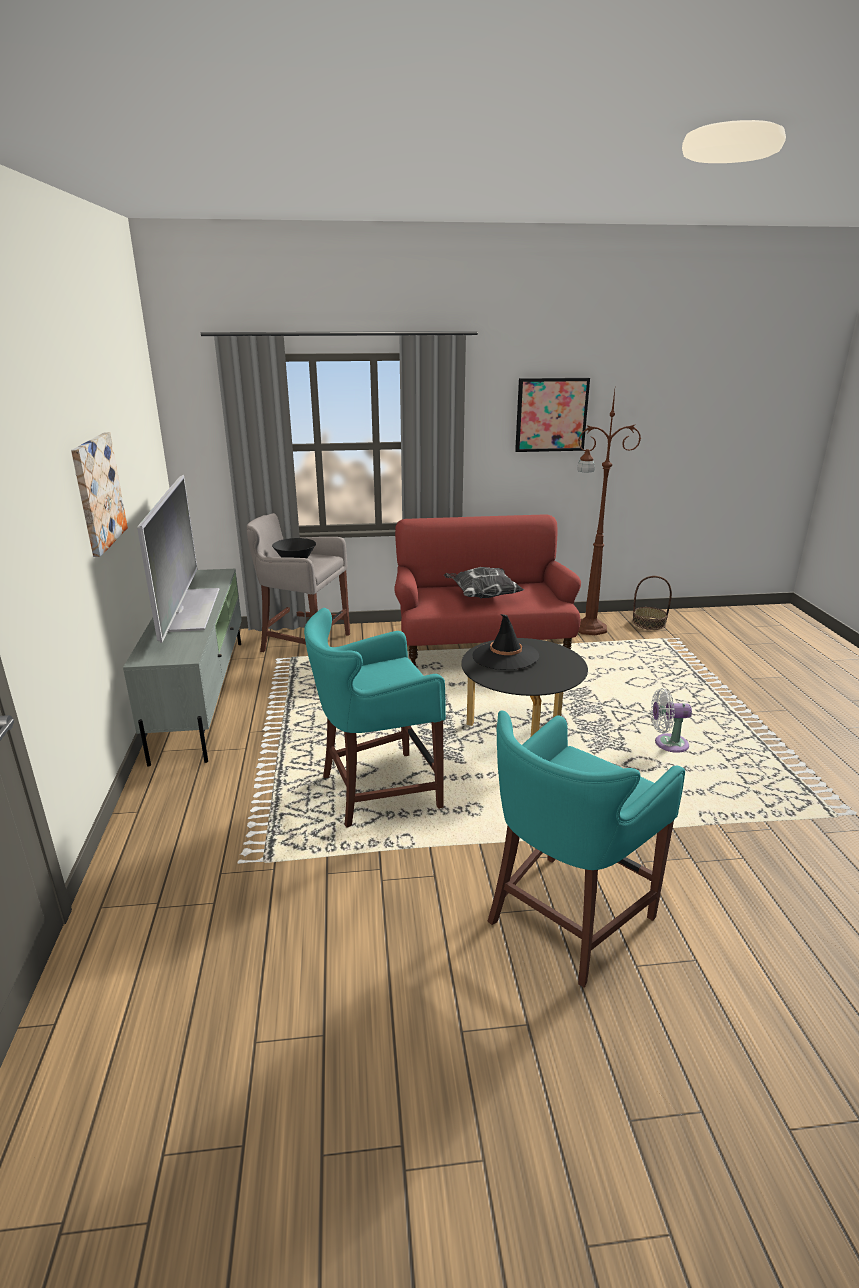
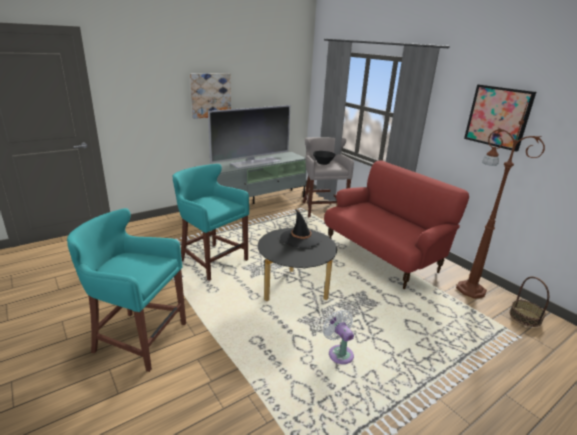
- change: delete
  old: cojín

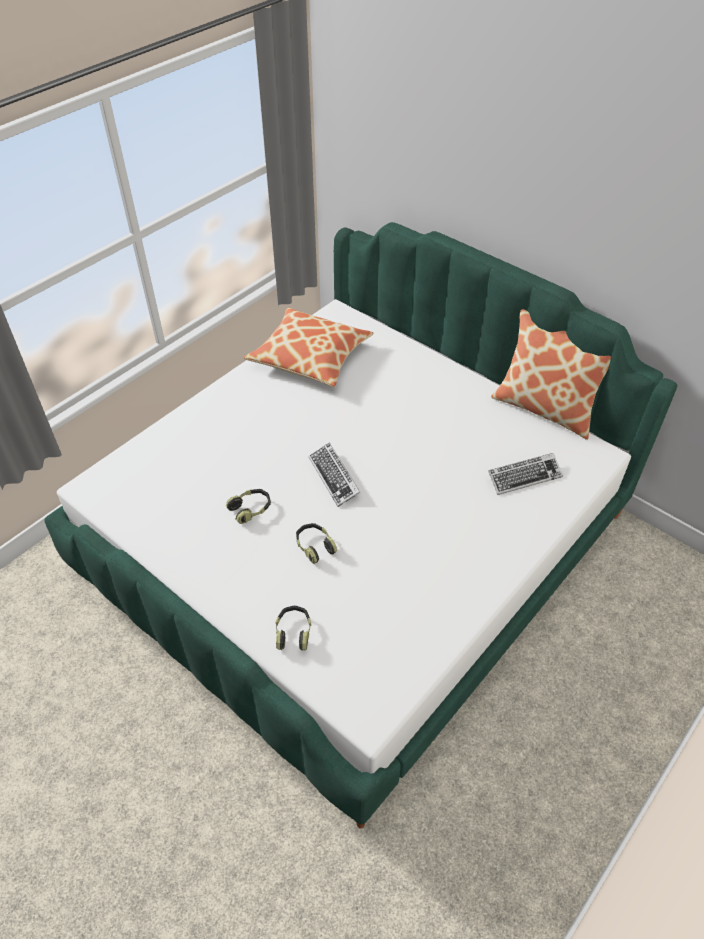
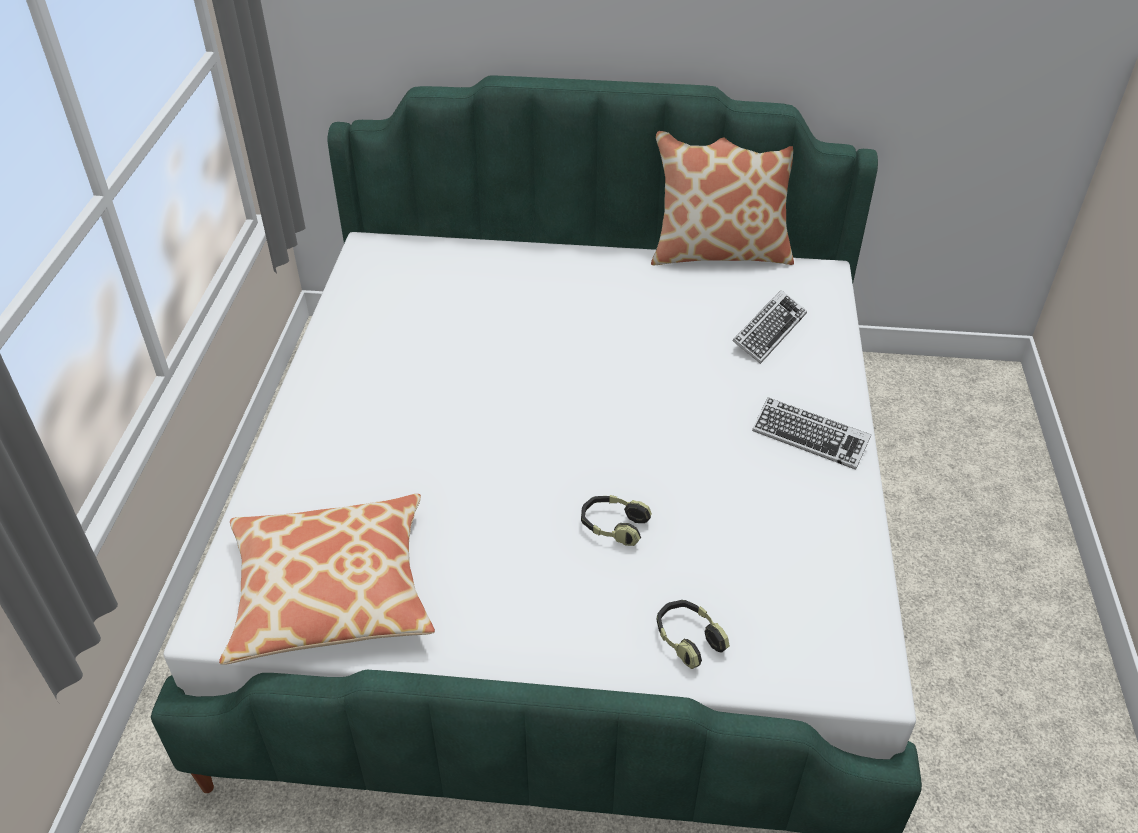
- change: delete
  old: auriculares (1st from left)
- change: move
  old: cojín (1st from left)
- change: move
  old: teclado (1st from left in the first image)
  new: teclado (2nd from left)

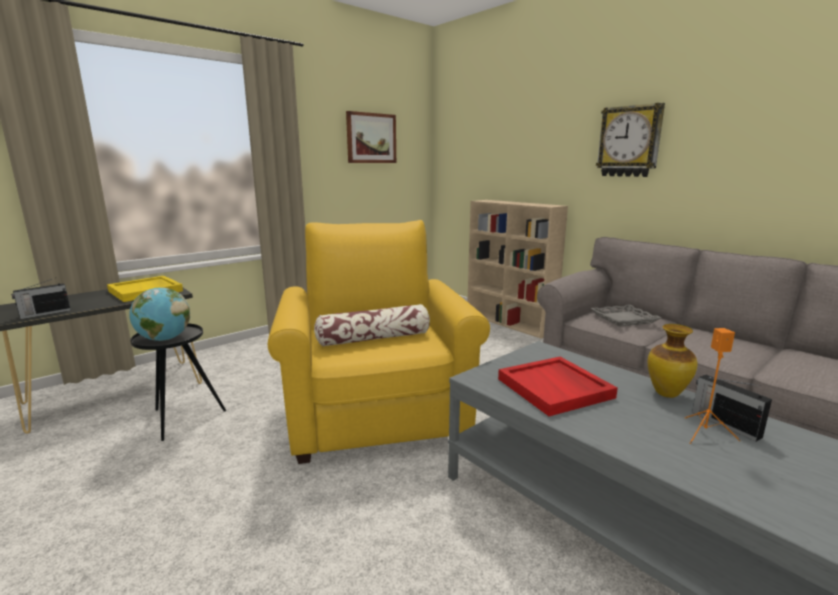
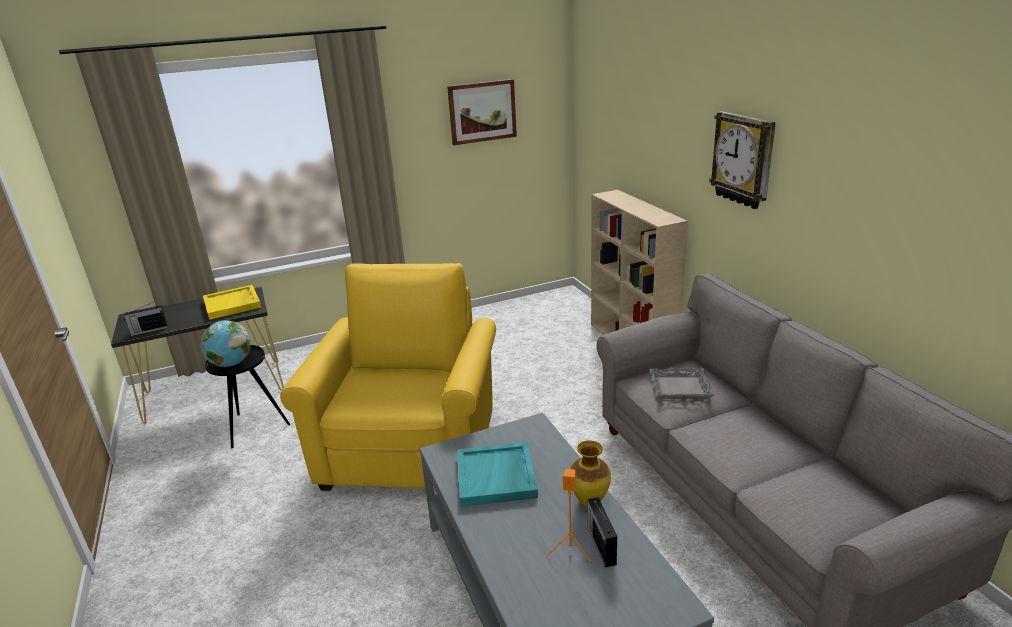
- change: delete
  old: cojín
- change: recolor
  old: bandeja [rojo]
  new: bandeja [turquesa]

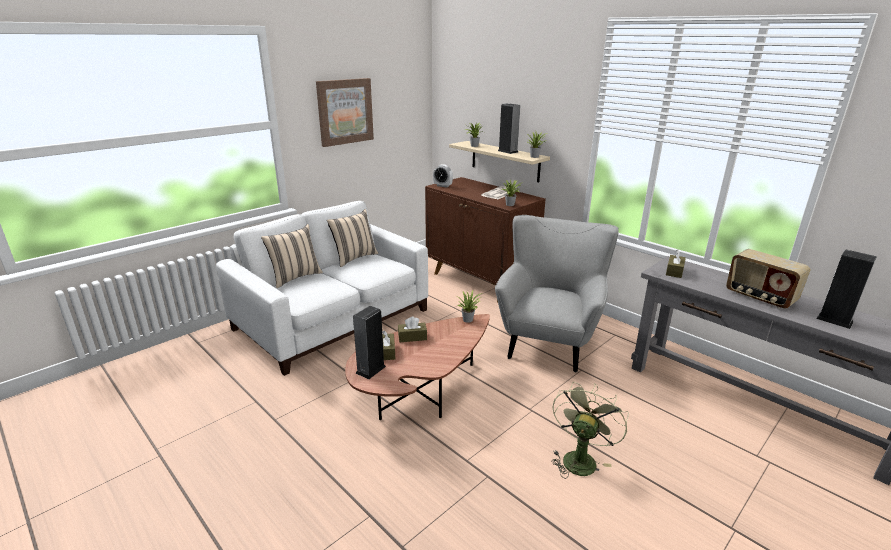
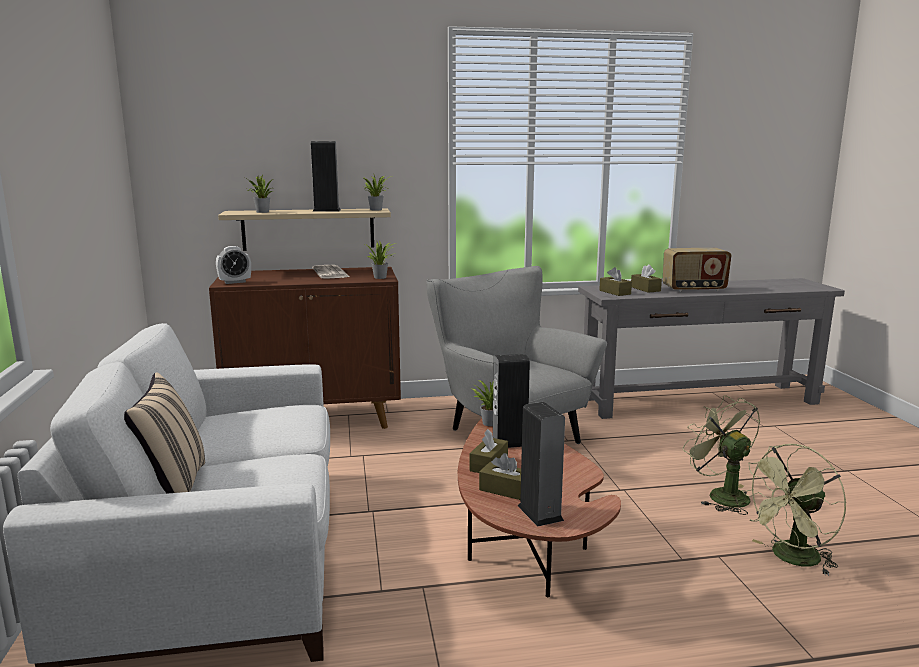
- change: delete
  old: cuadro
- change: delete
  old: cojín [beis] (2nd from left)
- change: insert
  new: caja de pañuelos [marrón] (4th from left)
- change: insert
  new: ventilador [verde] (2nd from left)
- change: move
  old: altavoz (3rd from left in the first image)
  new: altavoz (2nd from left)

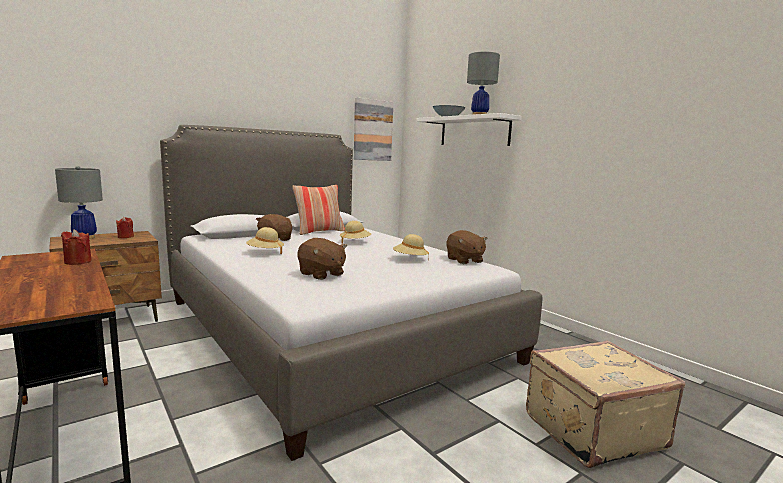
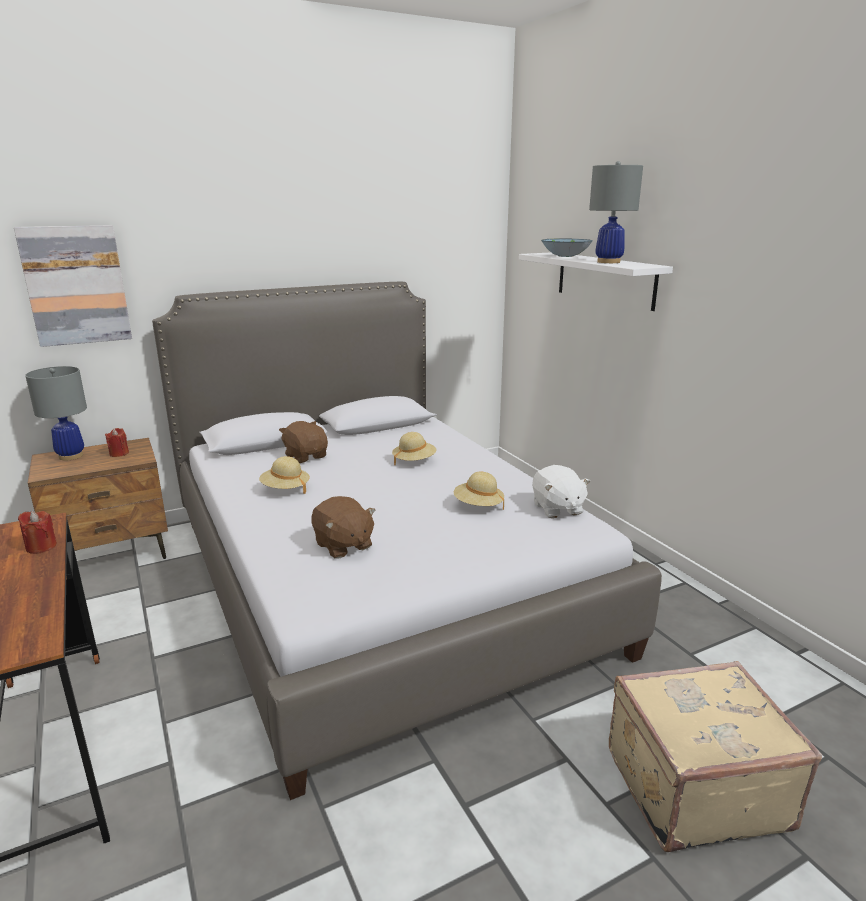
- change: delete
  old: cojín
- change: move
  old: cuadro
- change: recolor
  old: peluche [marrón] (3rd from left)
  new: peluche [blanco]

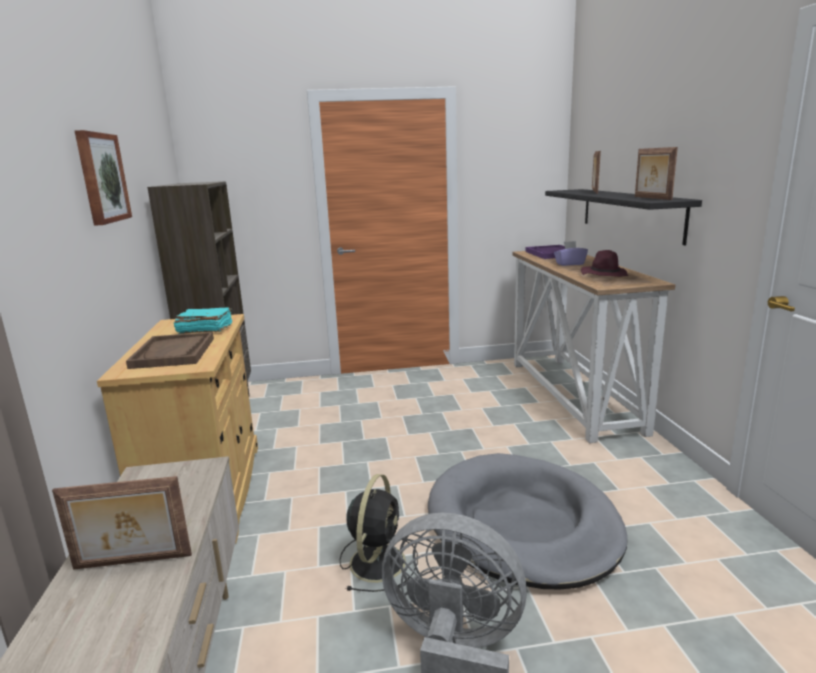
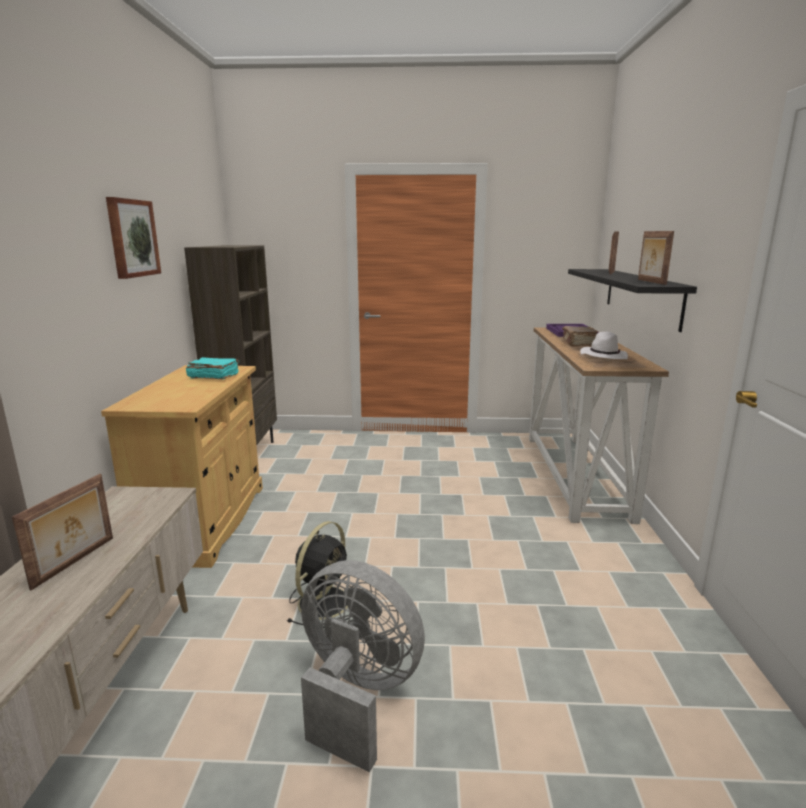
- change: delete
  old: bandeja [marrón]
- change: delete
  old: cama para perro [gris]
- change: replace
  old: caja de pañuelos [morado]
  new: libro [marrón]
- change: recolor
  old: sombrero [morado]
  new: sombrero [blanco]
- change: rotate
  old: portarretratos (1st from left)
  degrees: -75

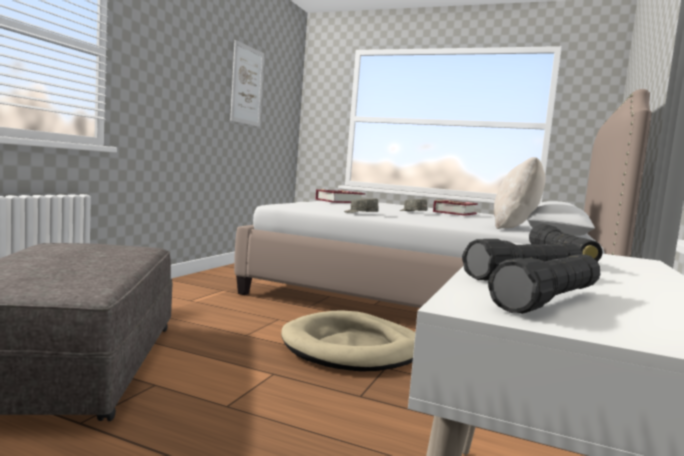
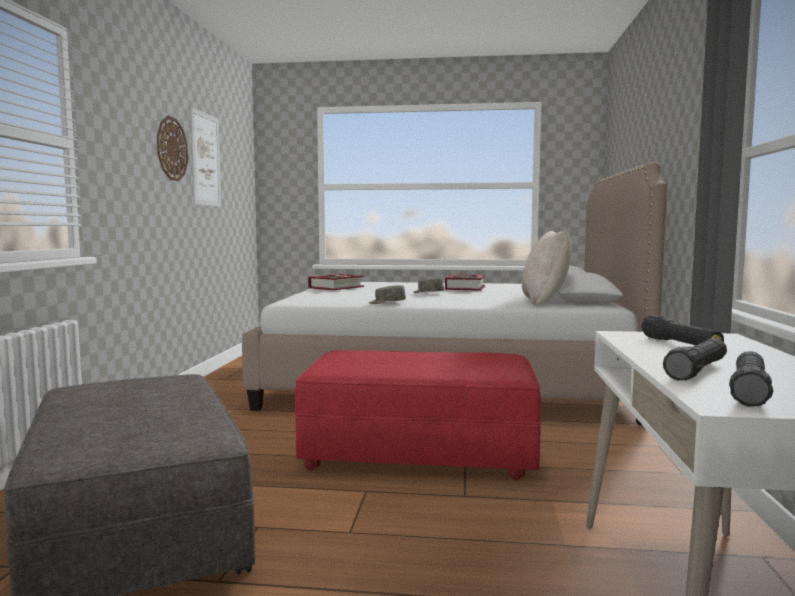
- change: insert
  new: reloj de pared
- change: replace
  old: cama para perro [beis]
  new: puf [rojo]

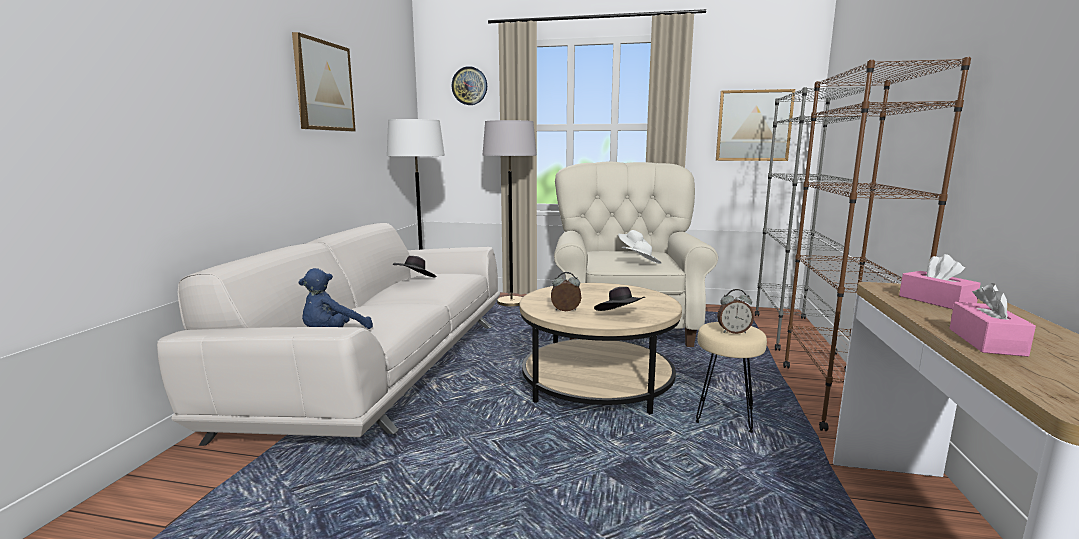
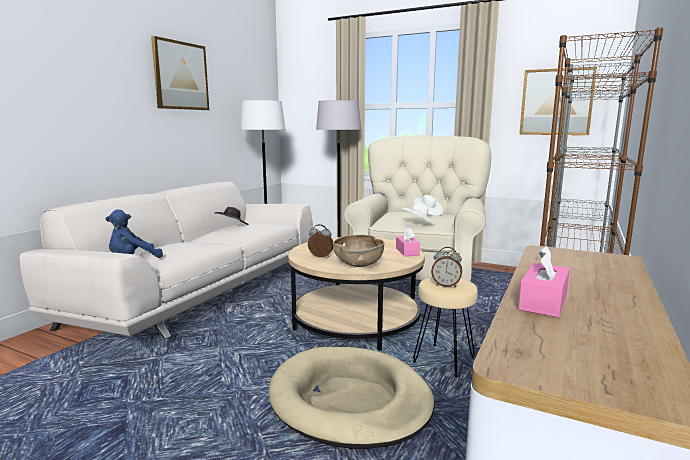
- change: delete
  old: reloj de pared
- change: insert
  new: cama para perro [beis]
- change: move
  old: caja de pañuelos [rosa] (1st from left)
- change: replace
  old: sombrero [negro] (2nd from left)
  new: cuenco [marrón]

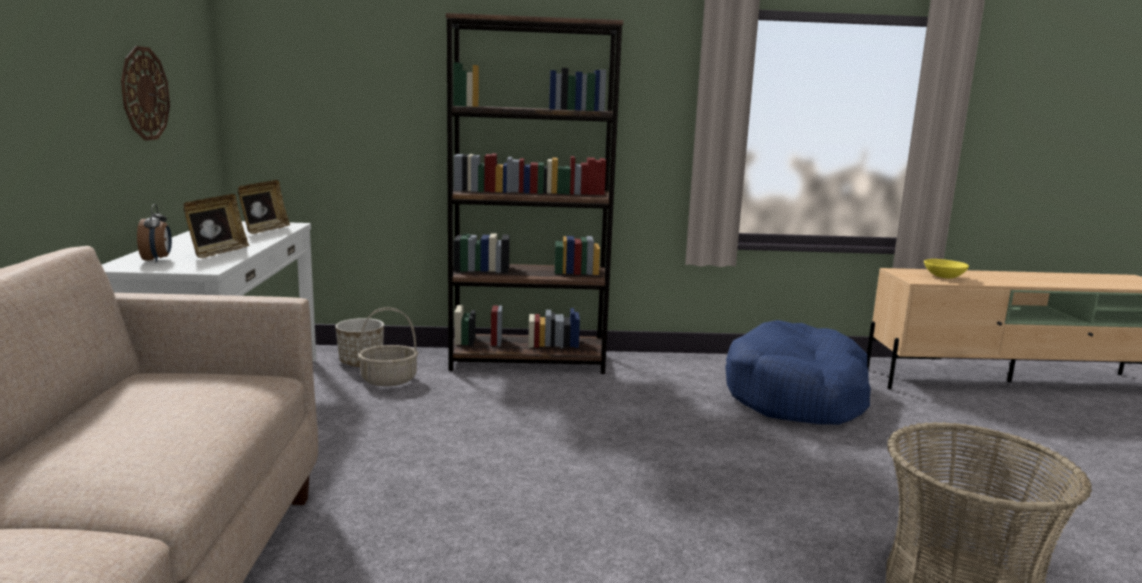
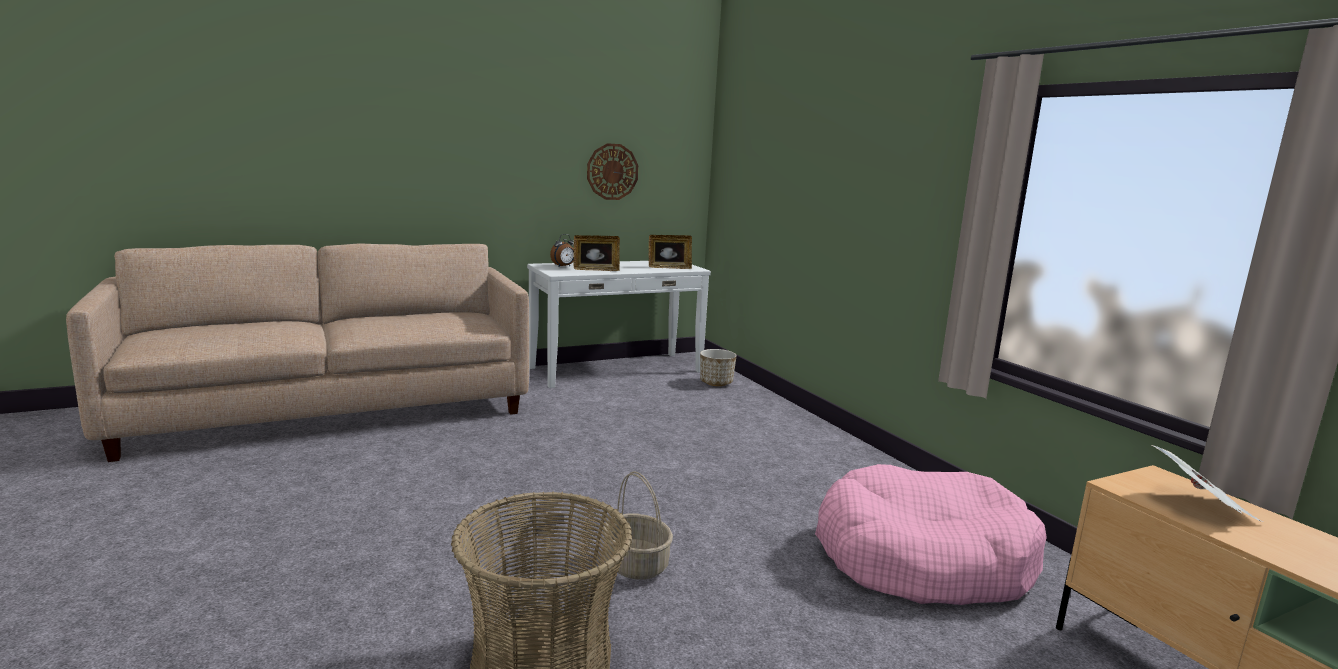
- change: delete
  old: estantería [marrón]
- change: move
  old: cesta (1st from left in the first image)
  new: cesta (2nd from left)
- change: replace
  old: cuenco [amarillo]
  new: periódico
- change: recolor
  old: cama para perro [azul]
  new: cama para perro [rosa]

